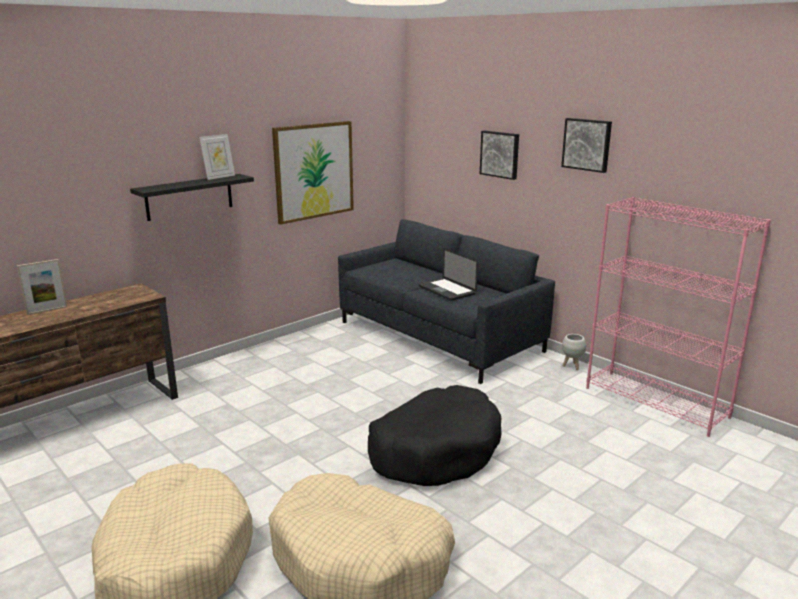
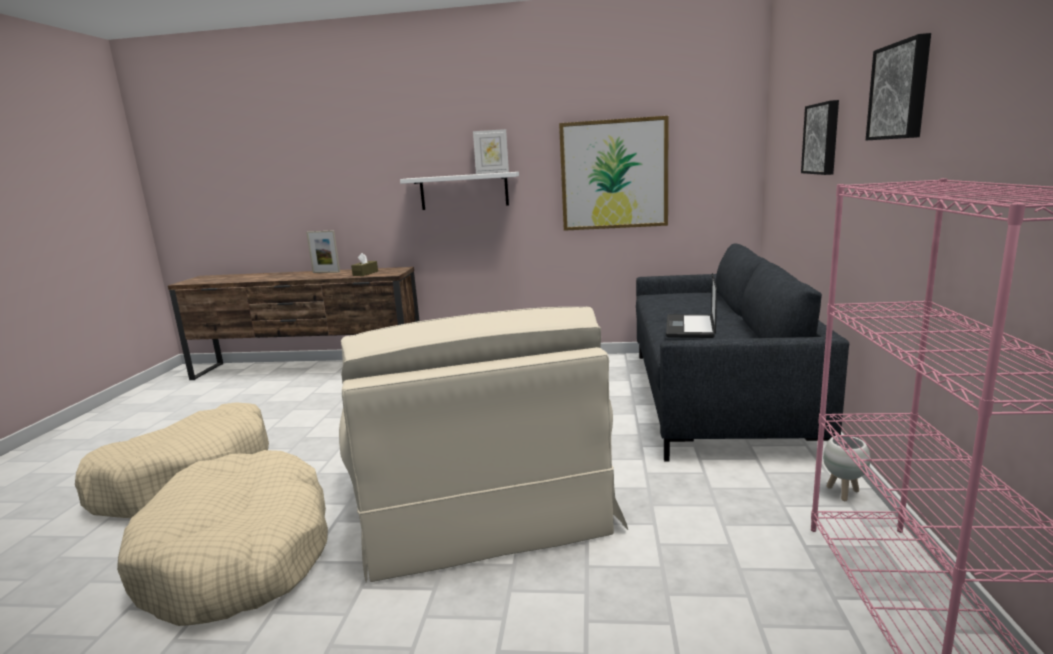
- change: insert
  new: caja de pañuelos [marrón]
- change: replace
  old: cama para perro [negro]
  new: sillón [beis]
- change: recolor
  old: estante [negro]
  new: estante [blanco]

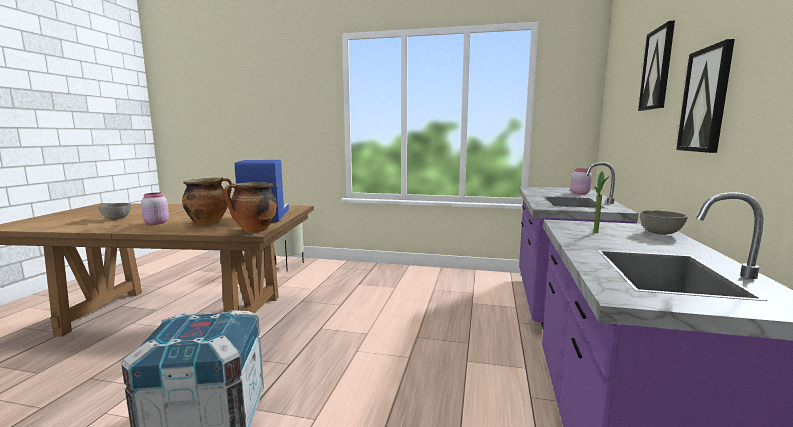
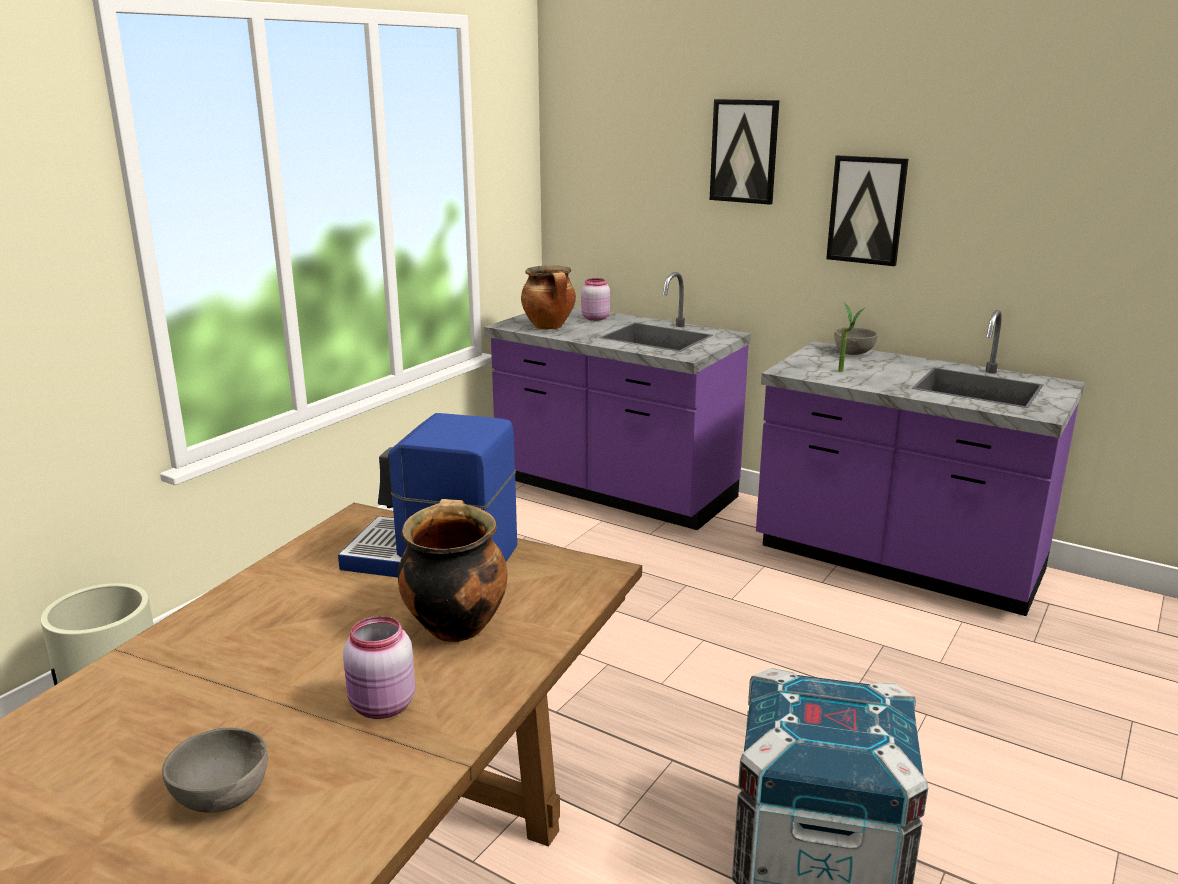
- change: move
  old: olla (2nd from left)

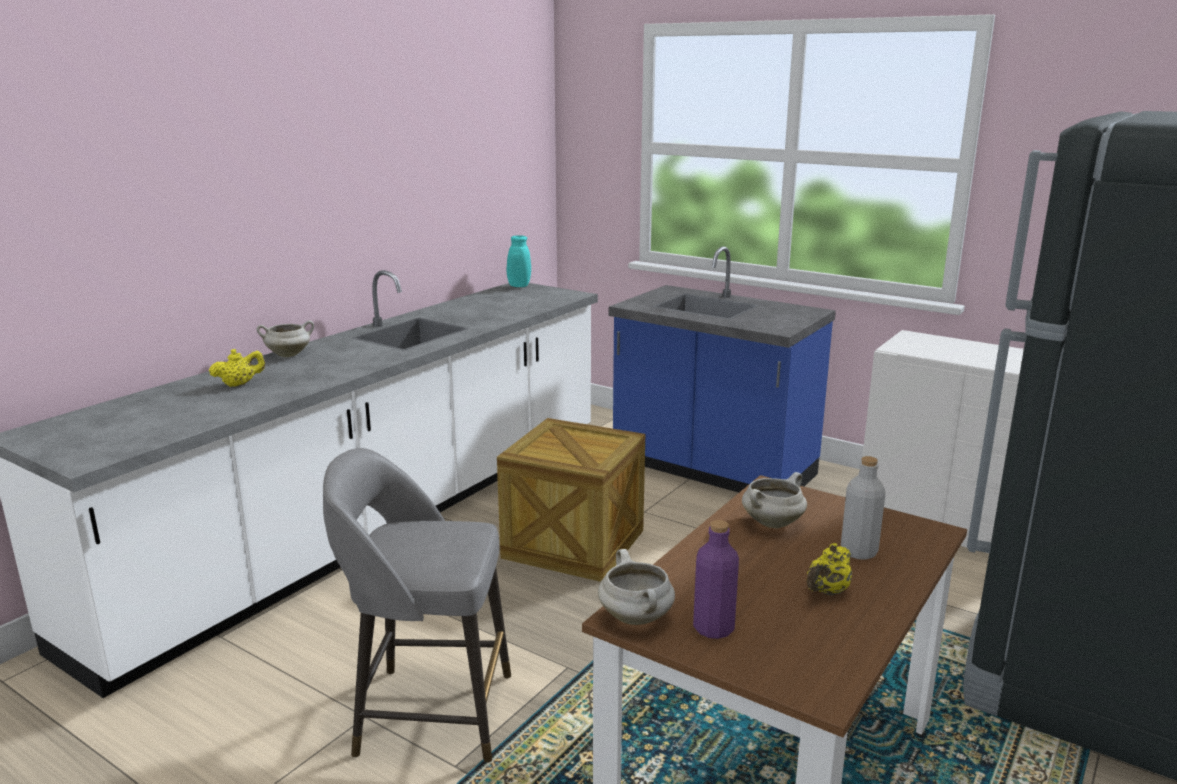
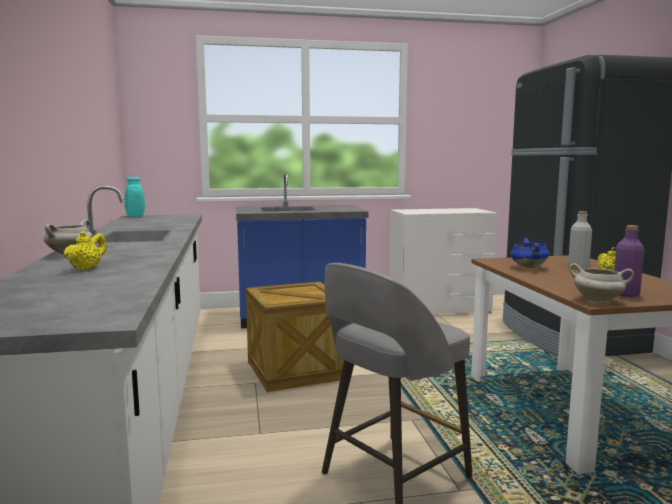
- change: recolor
  old: olla [blanco] (3rd from left)
  new: olla [azul]

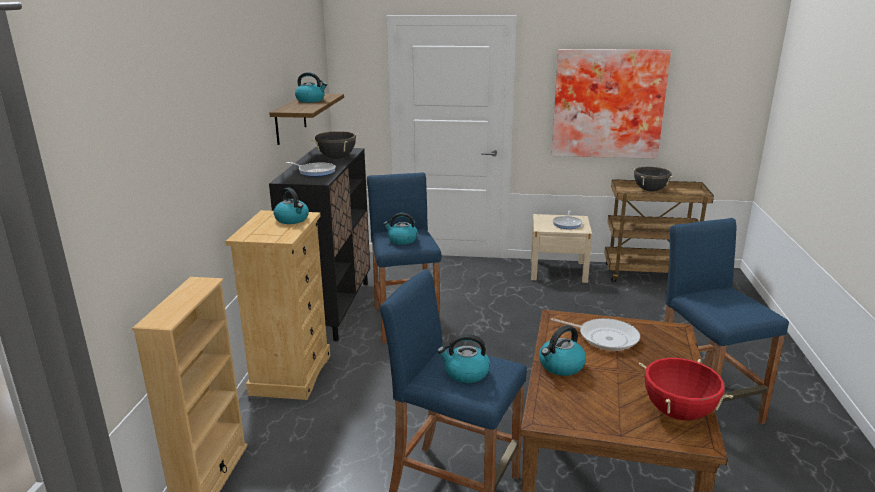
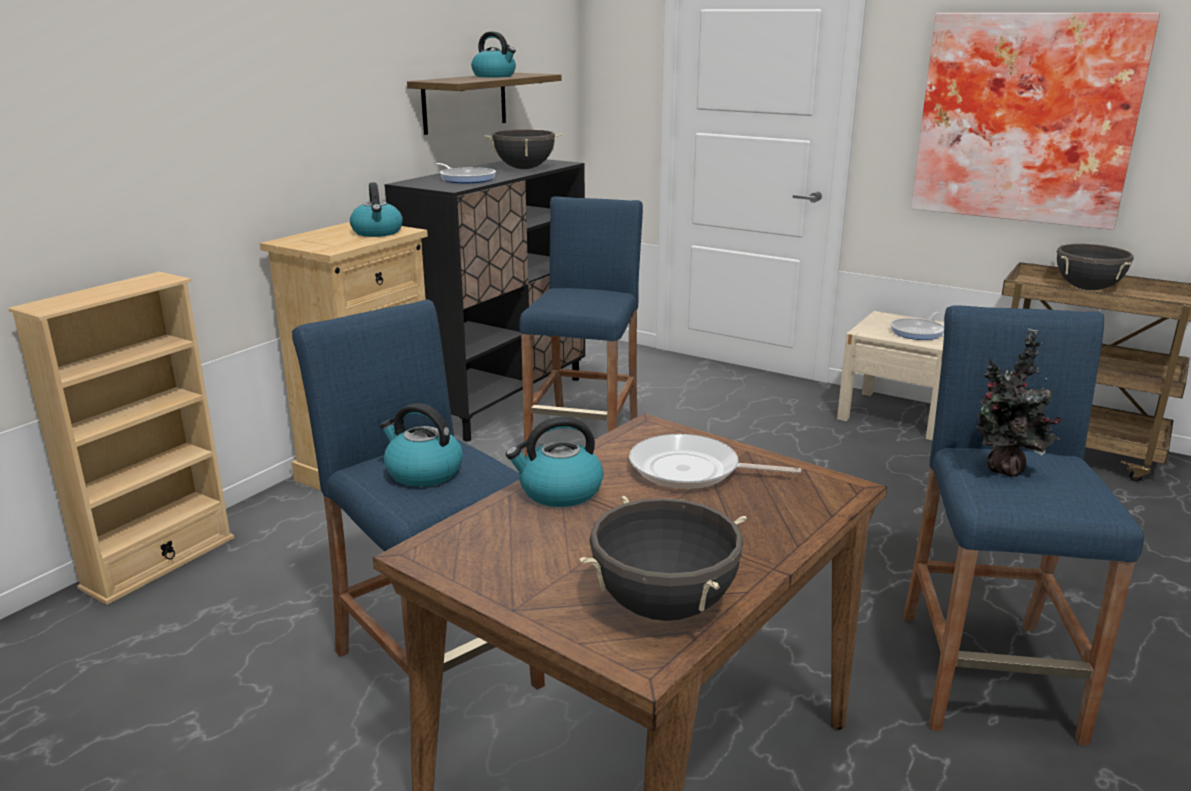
- change: delete
  old: hervidor (3rd from left)
- change: insert
  new: planta en maceta
- change: recolor
  old: olla [rojo]
  new: olla [negro] (2nd from left)
- change: rotate
  old: sartén (3rd from left in the first image)
  degrees: 135

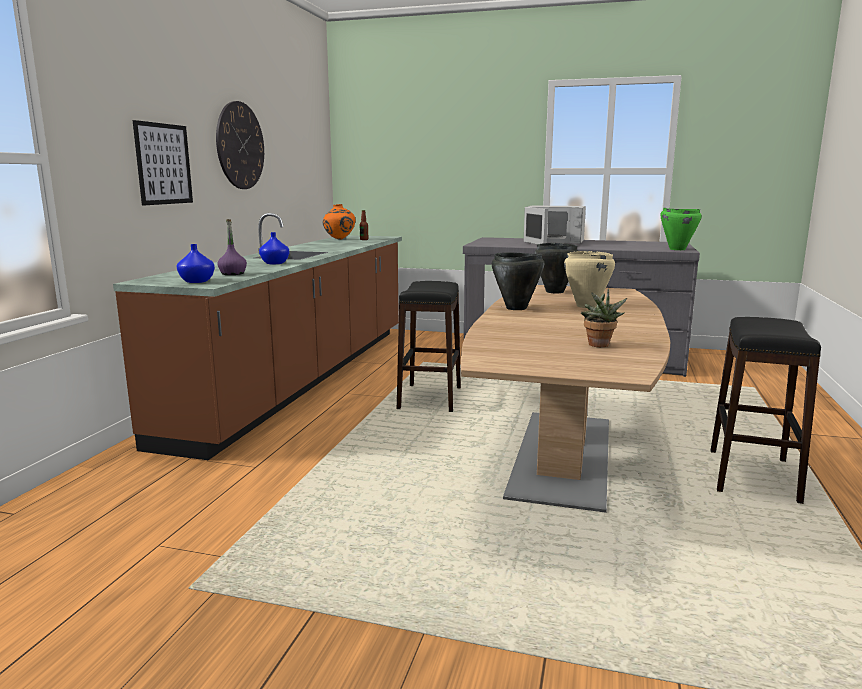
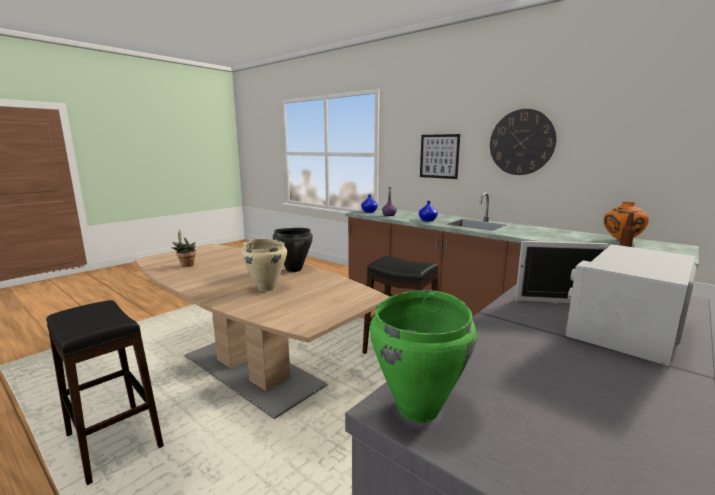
- change: delete
  old: olla [negro] (2nd from left)

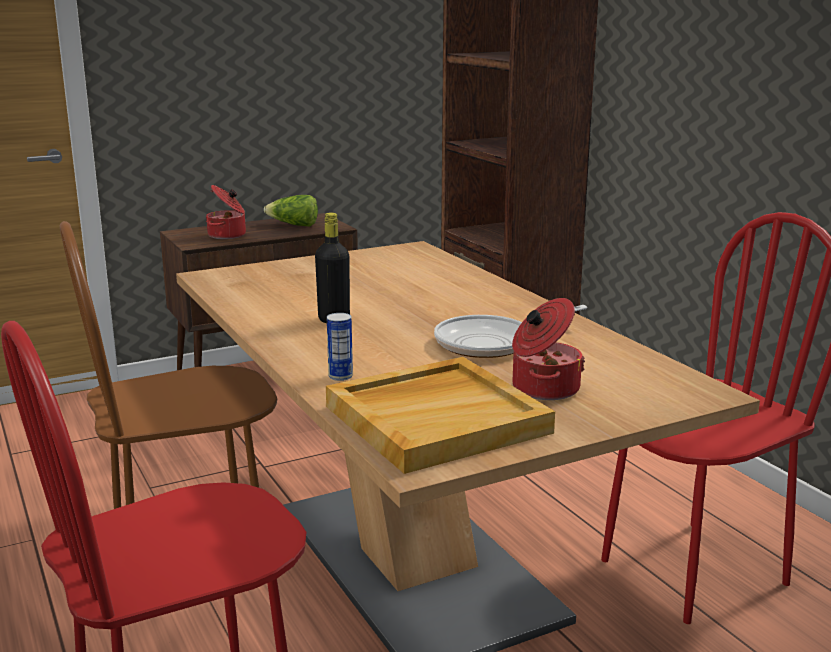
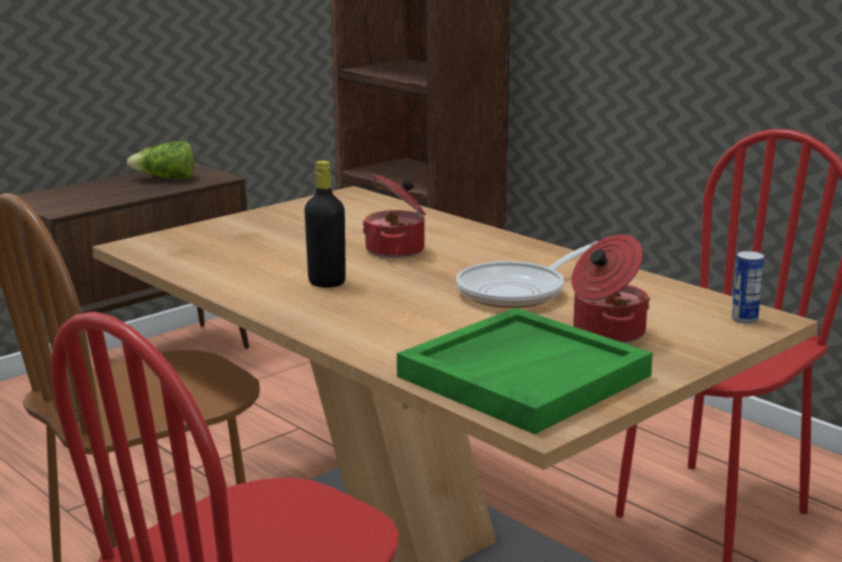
- change: move
  old: olla (1st from left)
- change: move
  old: lata
- change: recolor
  old: bandeja [beis]
  new: bandeja [verde]

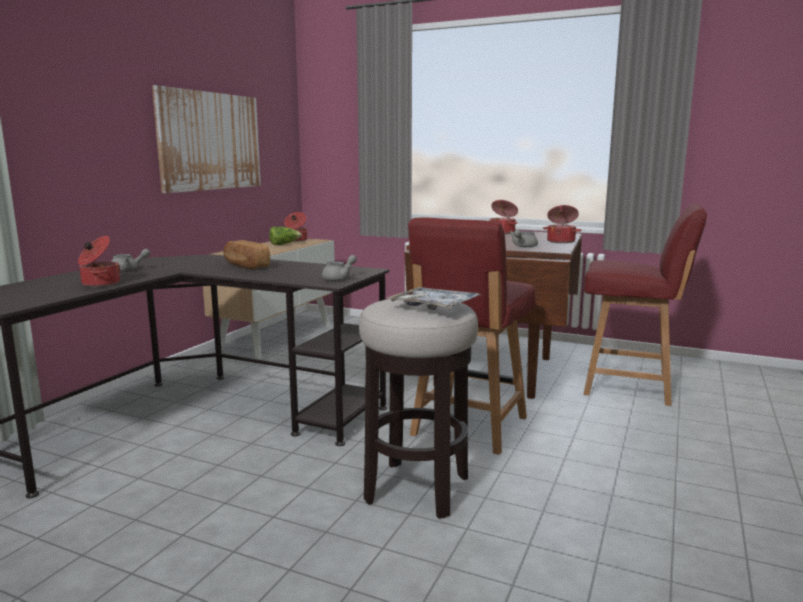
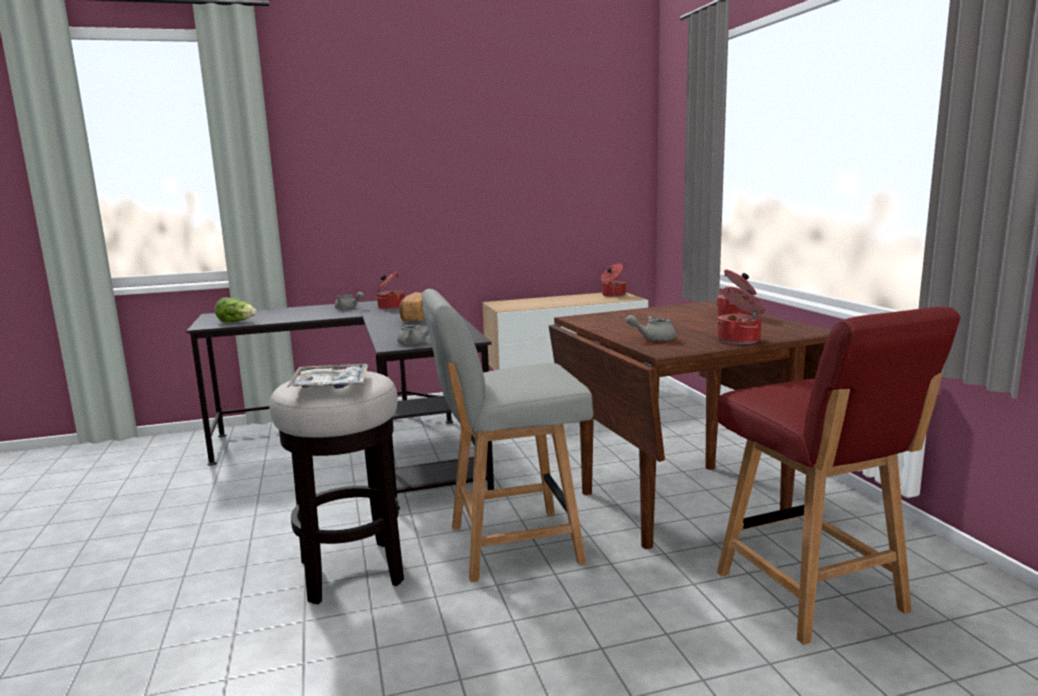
- change: delete
  old: cuadro
- change: move
  old: olla (1st from left)
- change: move
  old: lechuga
- change: recolor
  old: silla [rojo] (1st from left)
  new: silla [gris]

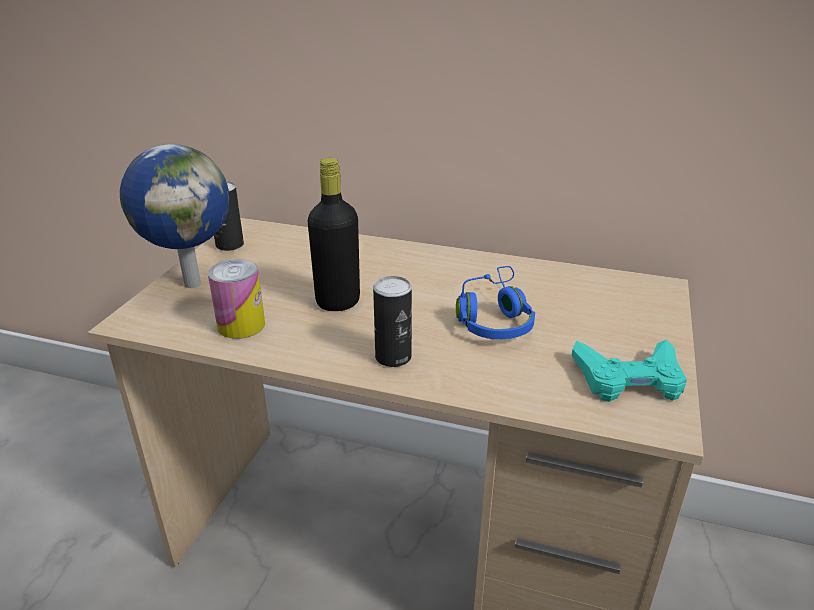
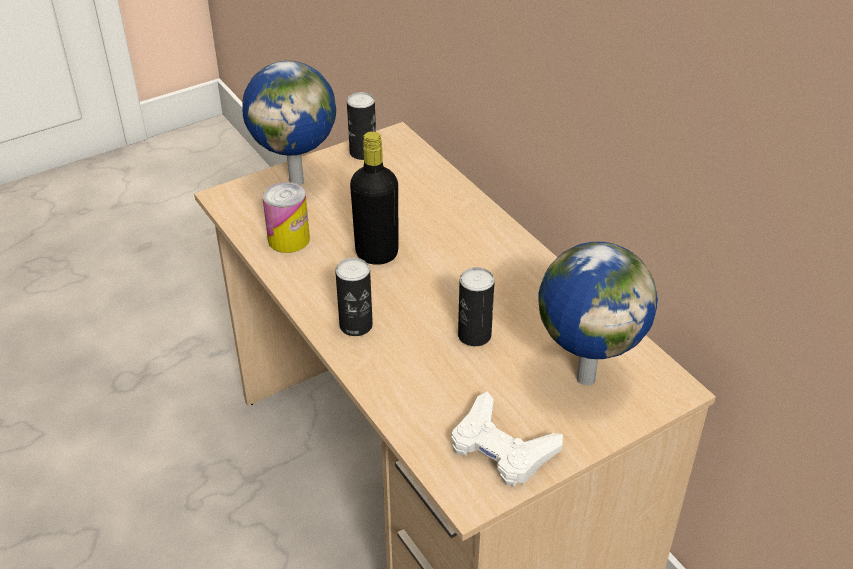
- change: insert
  new: globo terráqueo (2nd from left)
- change: replace
  old: auriculares [azul]
  new: lata (4th from left)
- change: recolor
  old: mando de consola [turquesa]
  new: mando de consola [blanco]

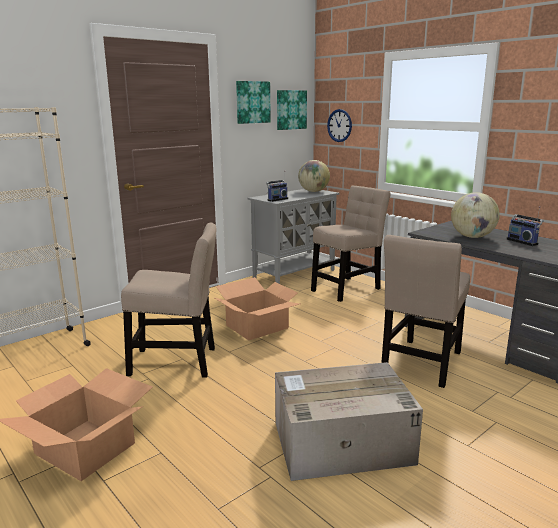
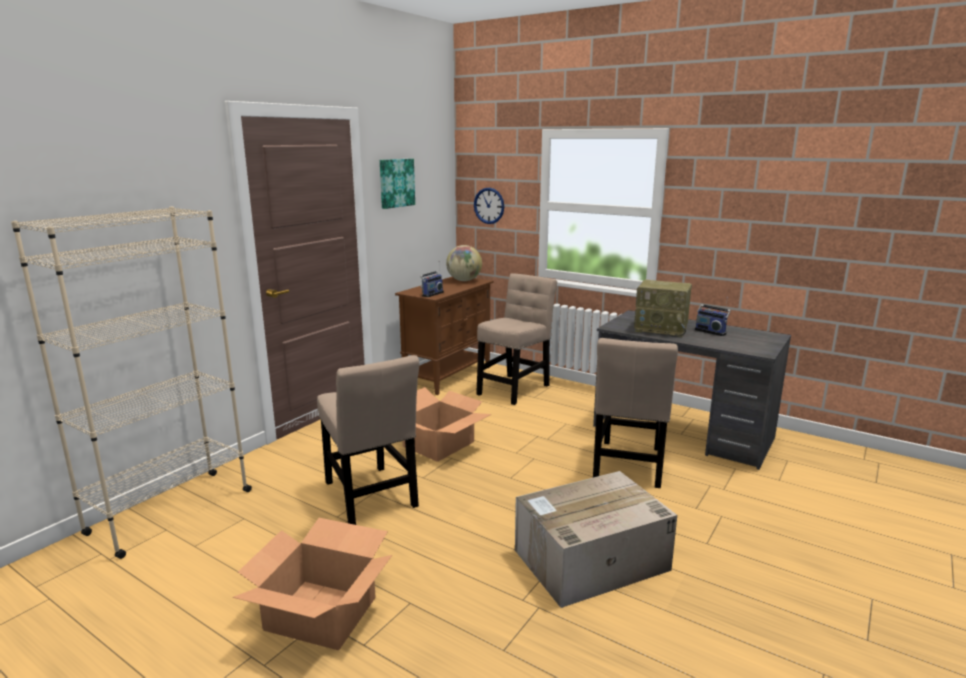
- change: delete
  old: cuadro (2nd from left)
- change: replace
  old: globo terráqueo (2nd from left)
  new: radio (2nd from left)
- change: recolor
  old: armario [gris]
  new: armario [marrón]
- change: rotate
  old: silla [beis] (1st from left)
  degrees: 75

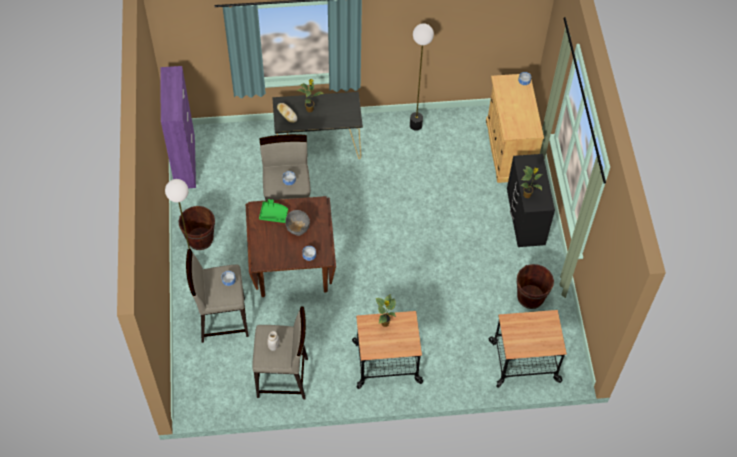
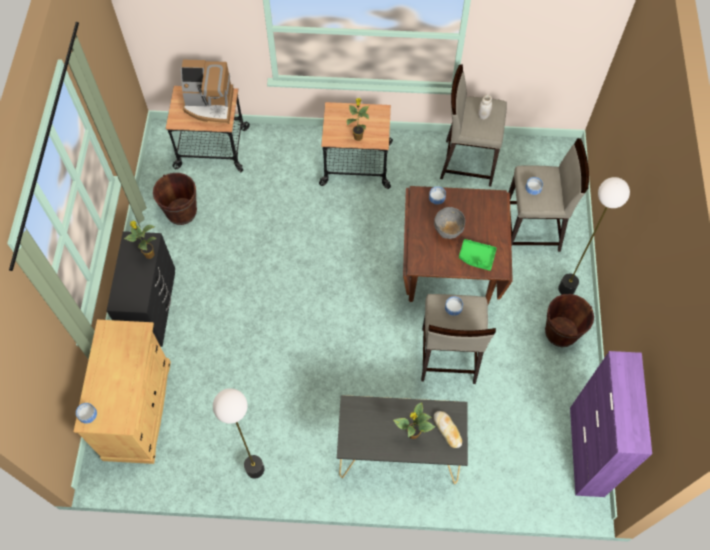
- change: insert
  new: cafetera

